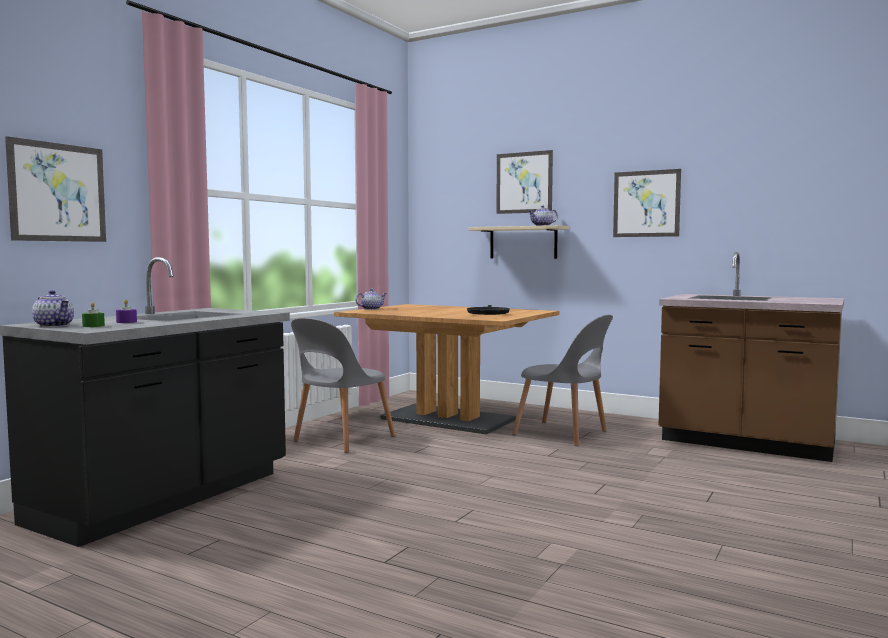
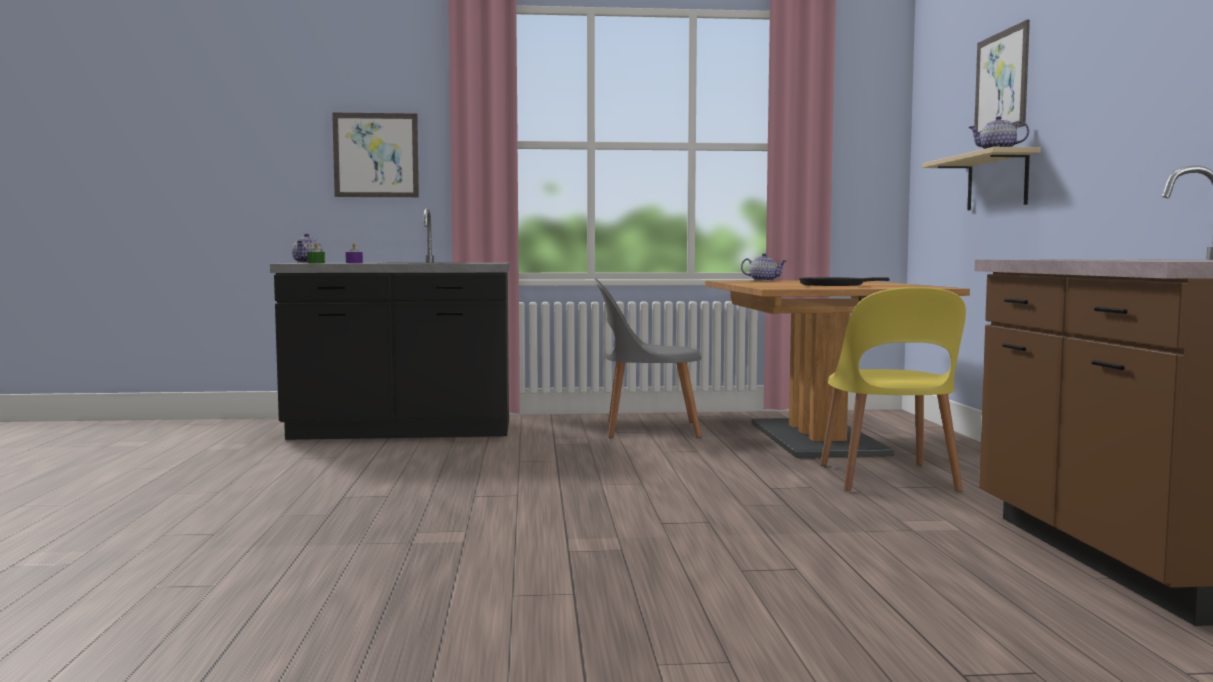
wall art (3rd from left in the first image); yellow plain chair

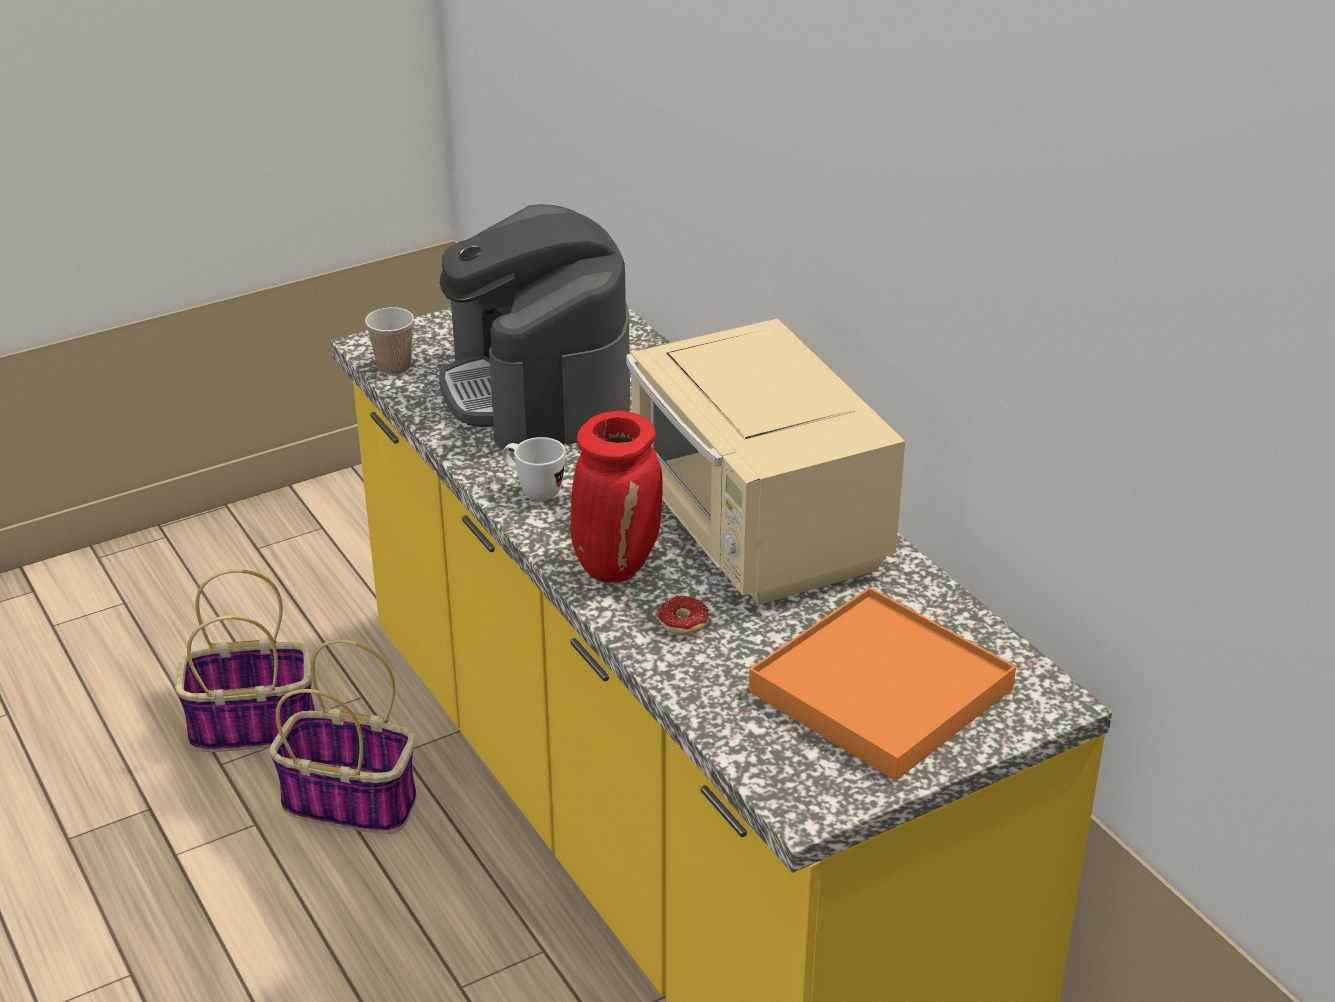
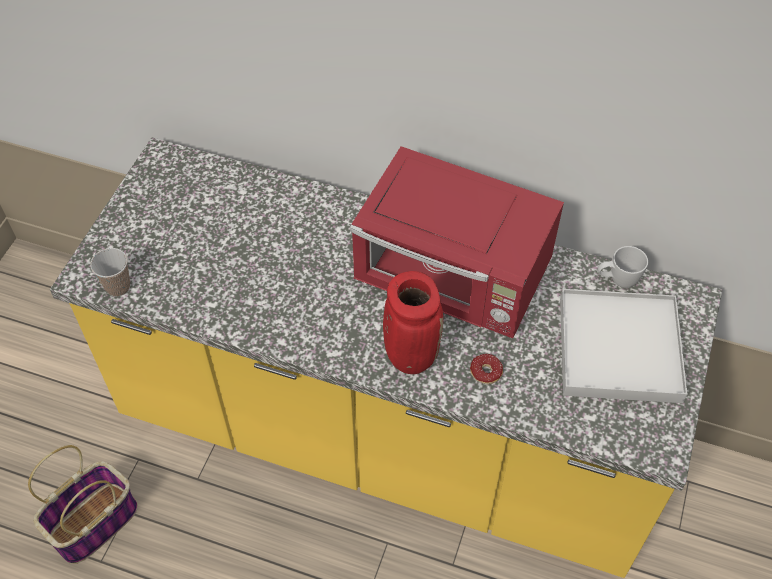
basket (2nd from left in the first image); coffee brewer; white-coloured coffee mug; reddish microwave; white-coloured serving tray

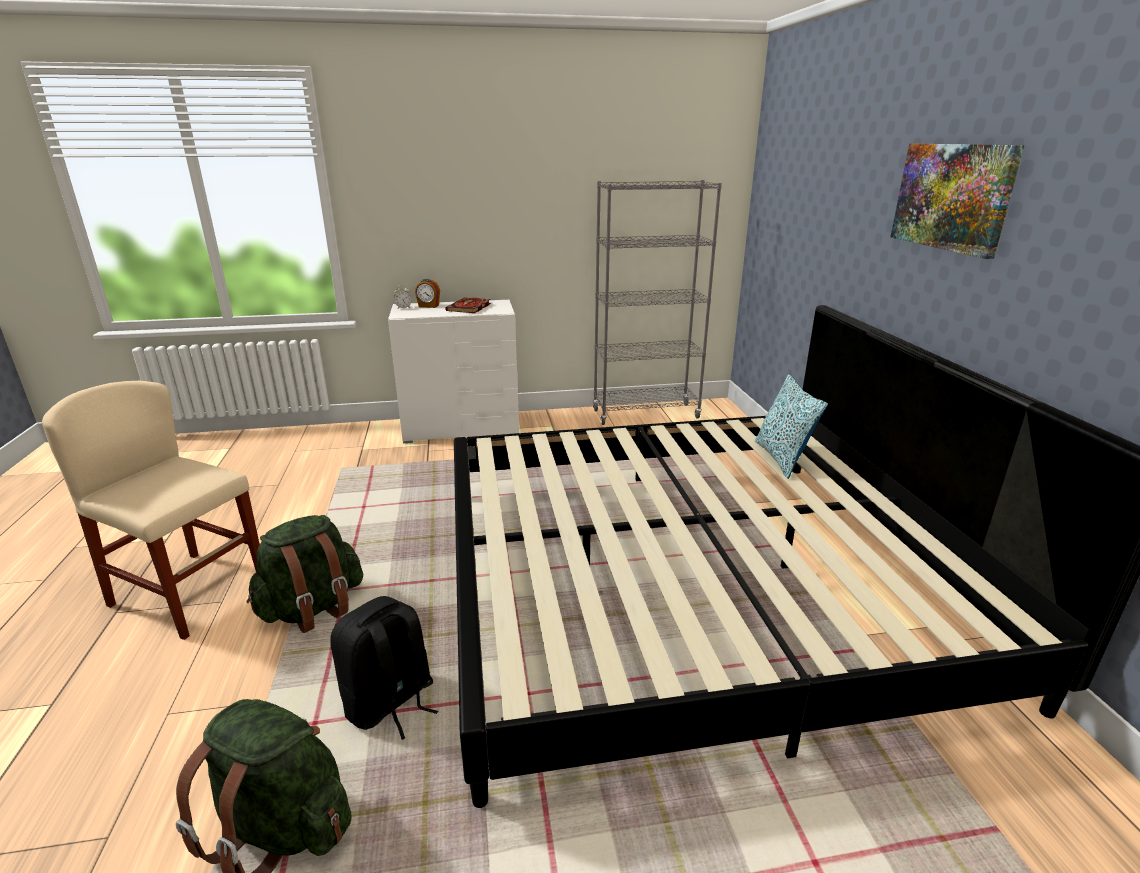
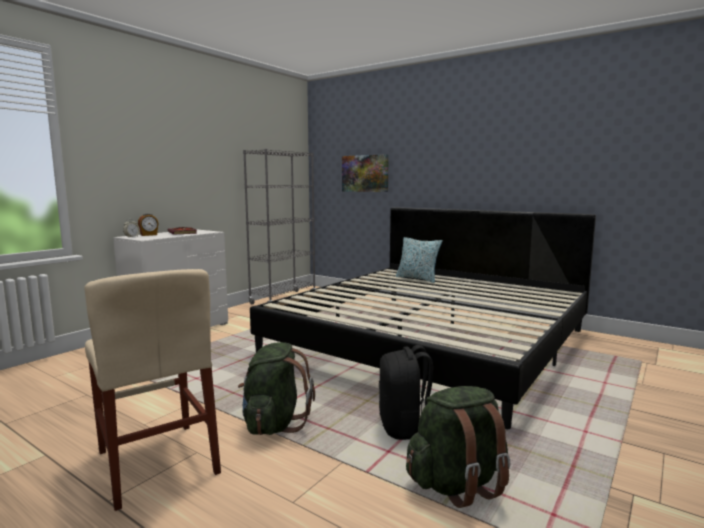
wall art; beige plain chair

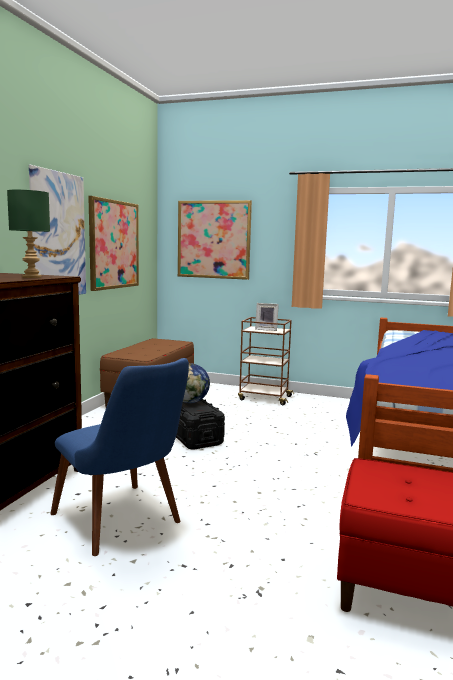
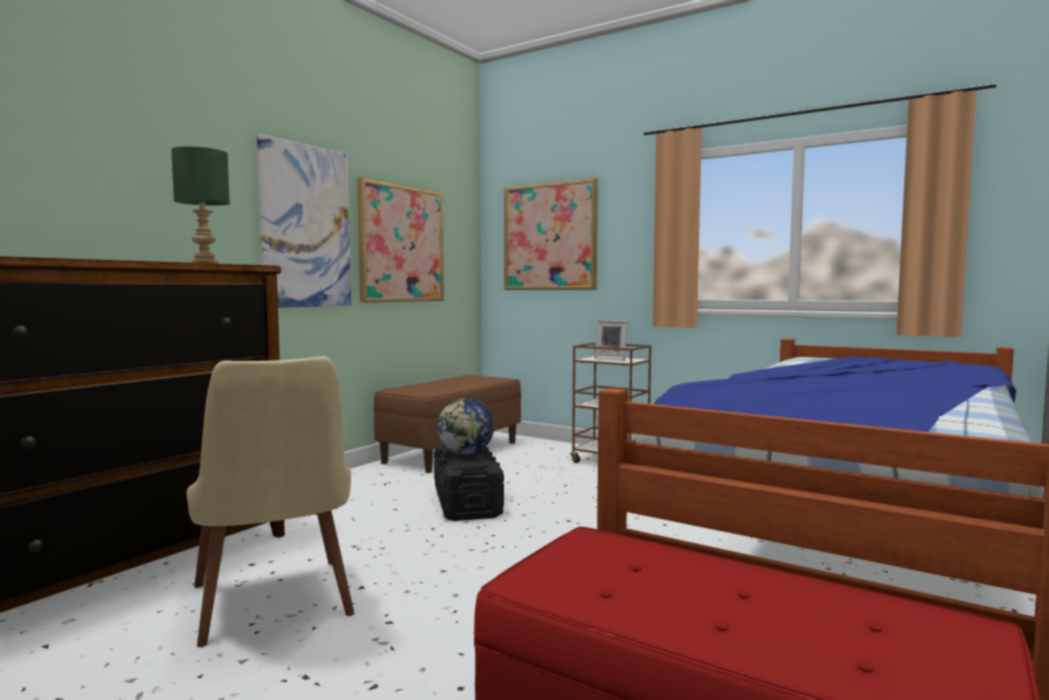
beige plain chair

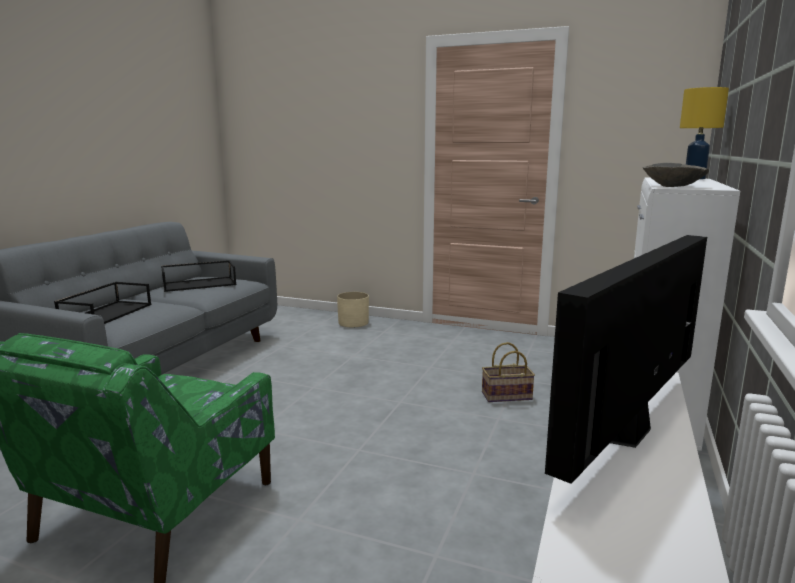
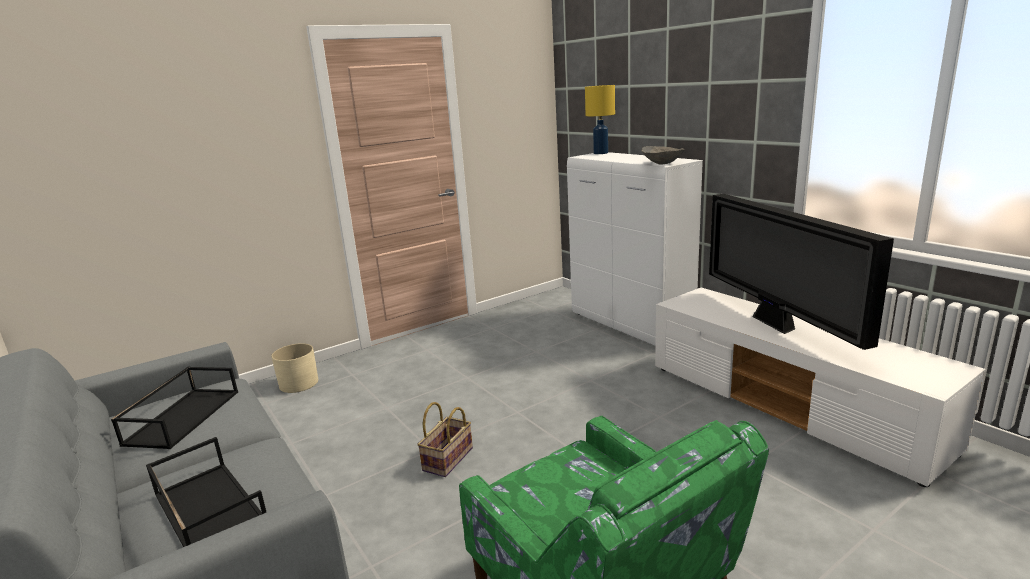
basket

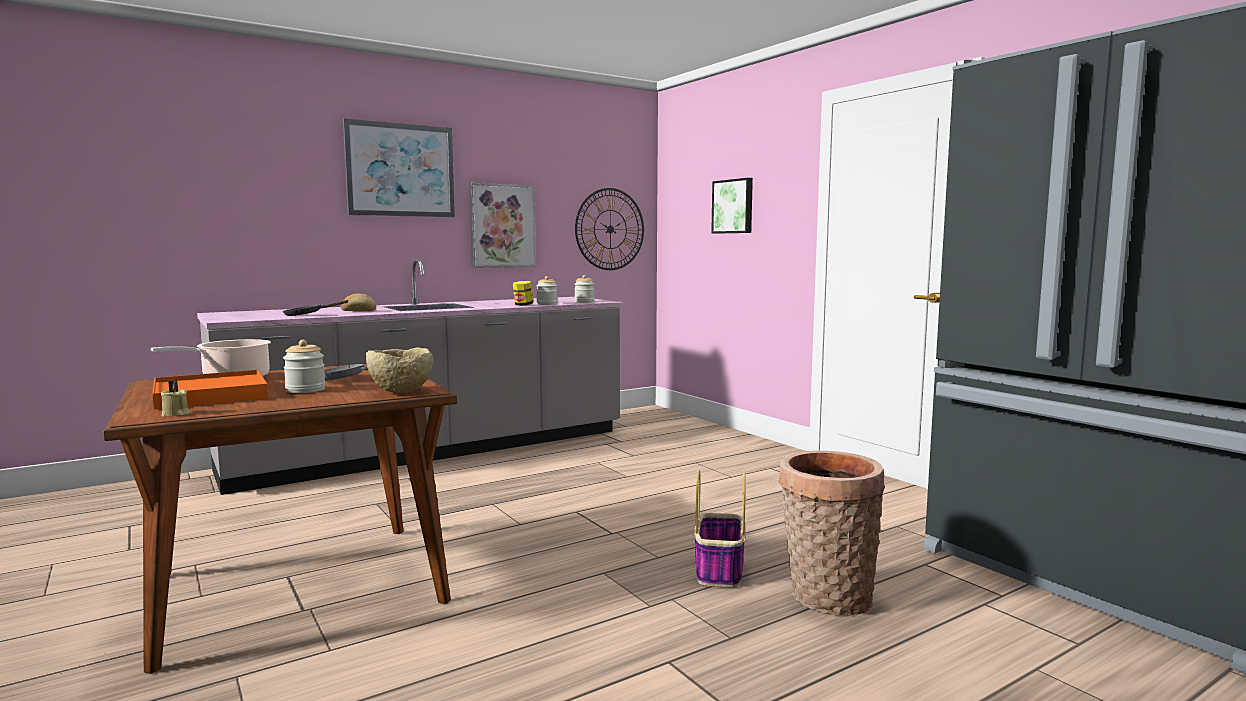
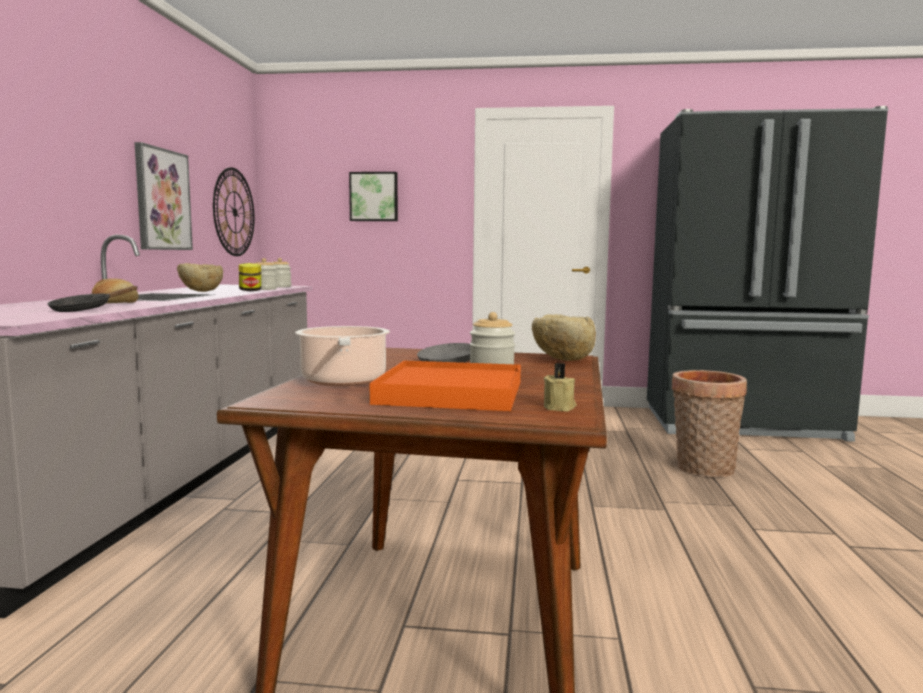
wall art (1st from left in the first image); basket (1st from left in the first image); beige bowl (1st from left)

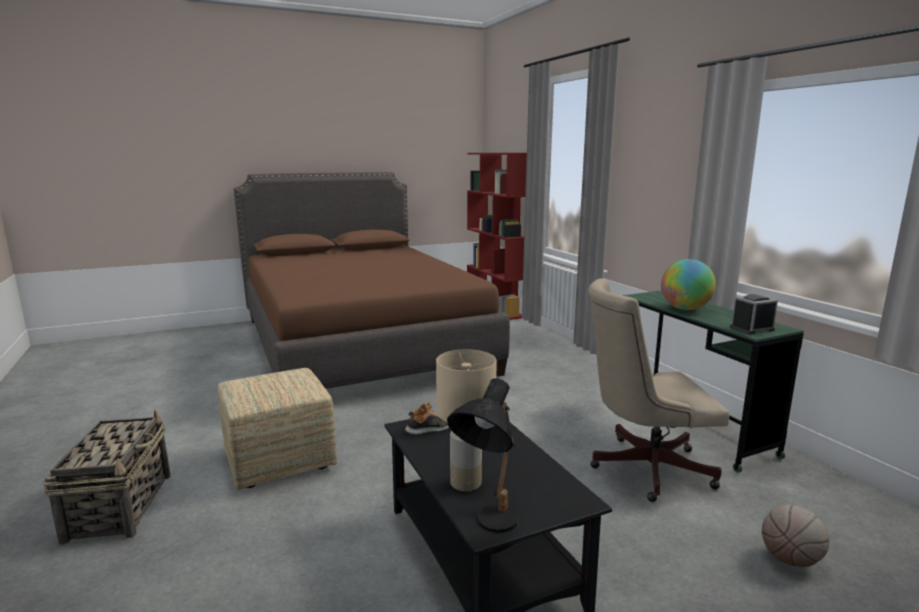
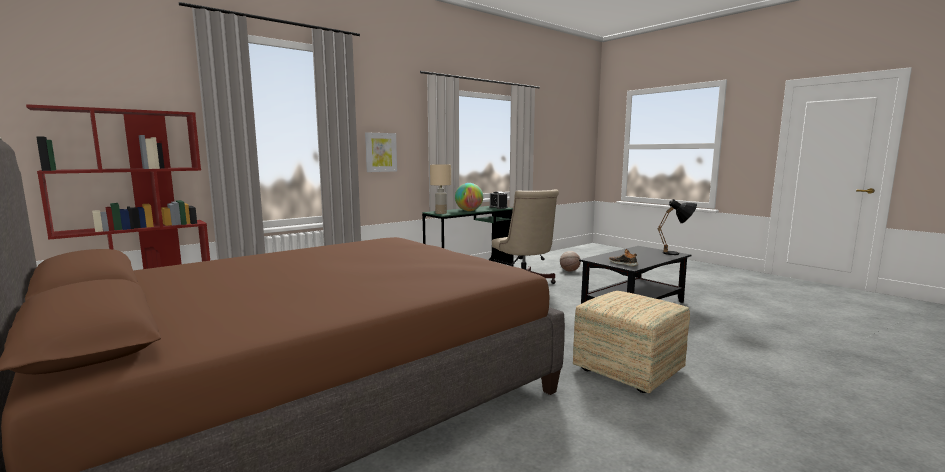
basket; wall art; beige lamp for a table

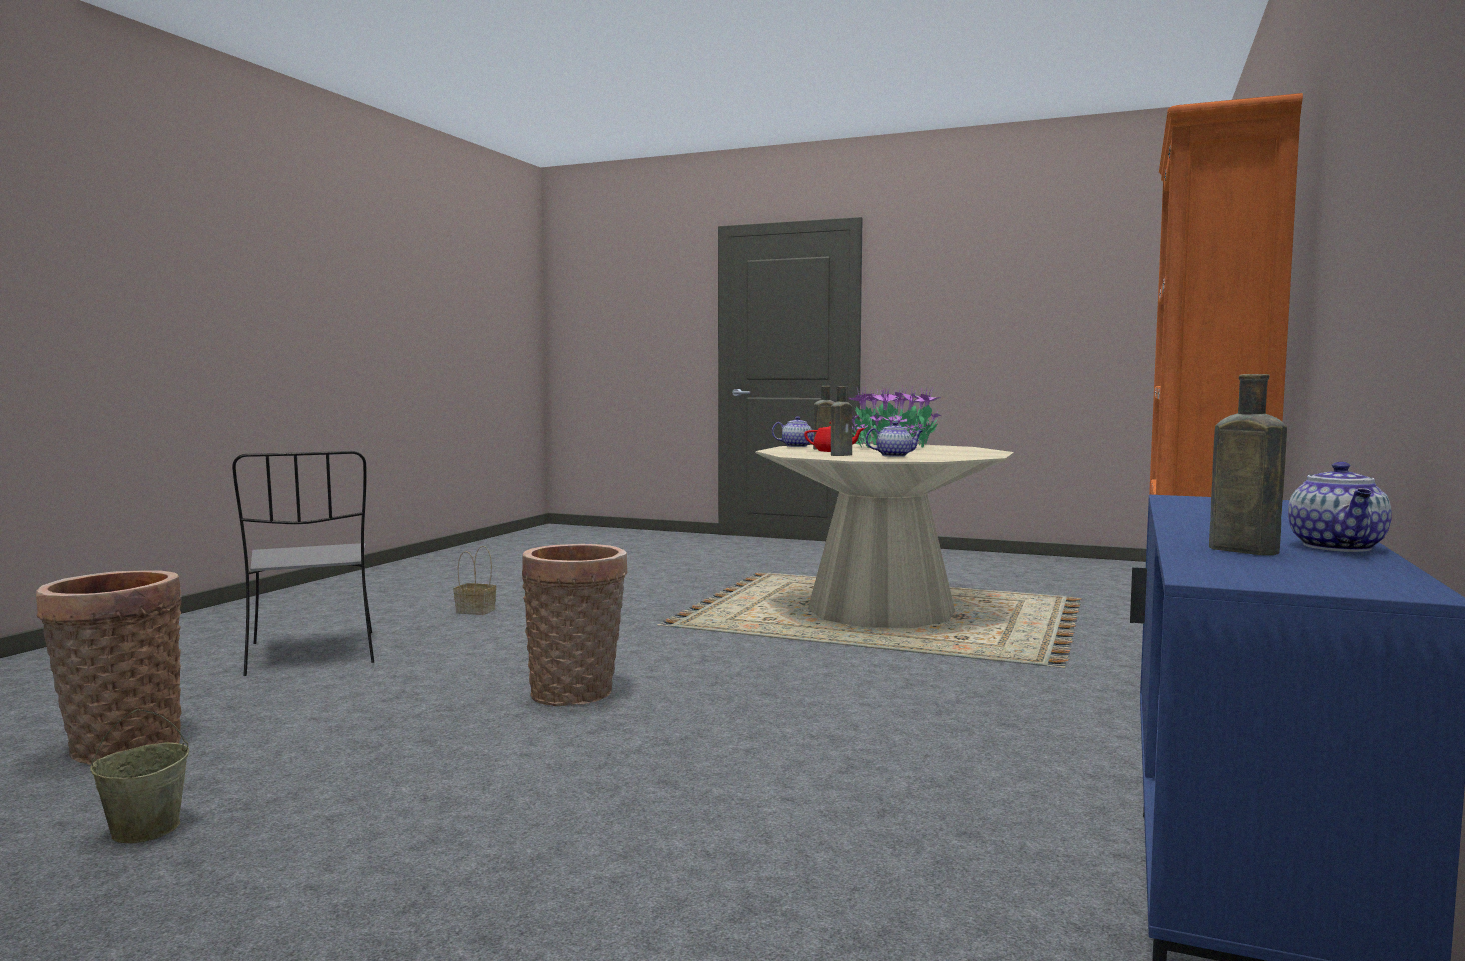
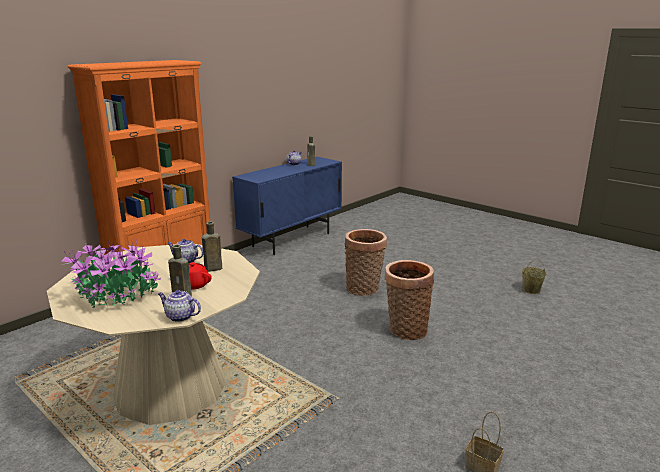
greyish plain chair; basket (1st from left)

